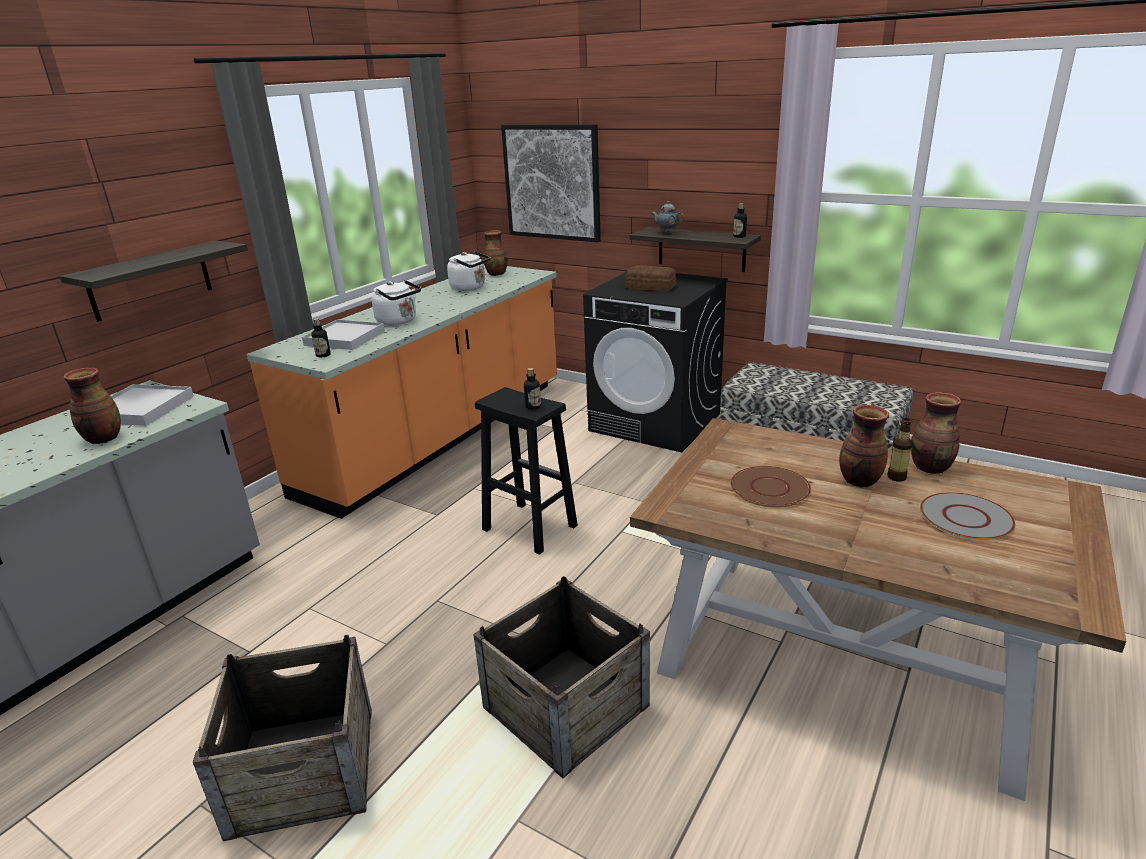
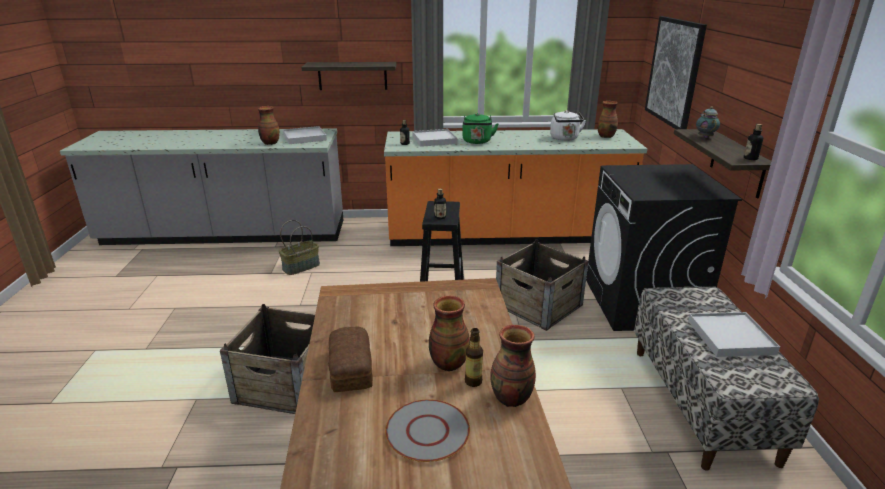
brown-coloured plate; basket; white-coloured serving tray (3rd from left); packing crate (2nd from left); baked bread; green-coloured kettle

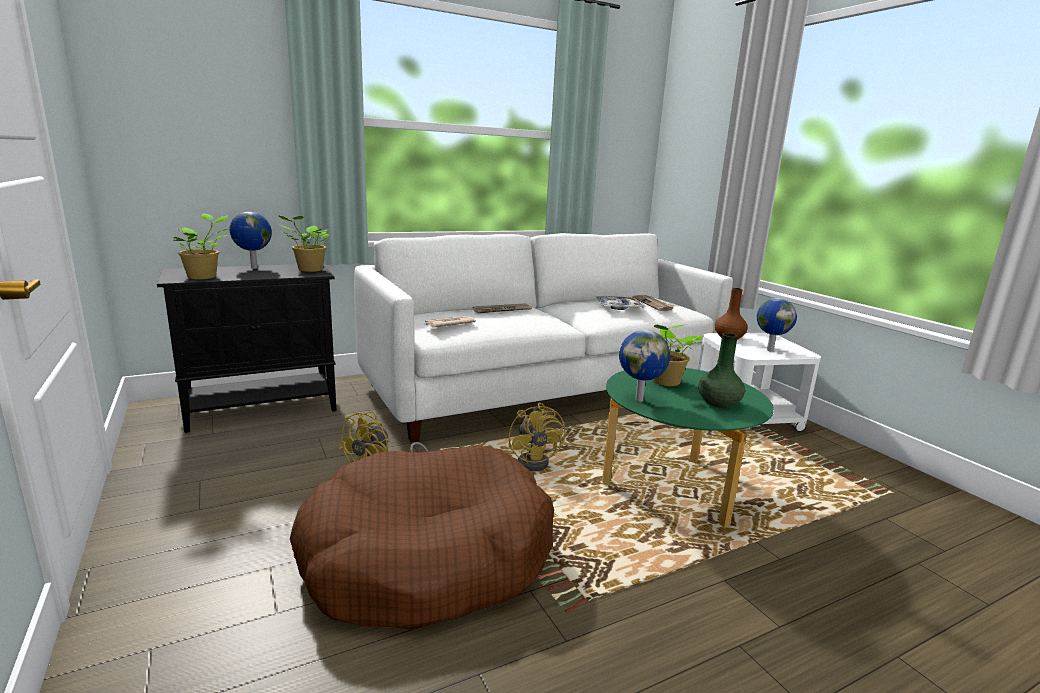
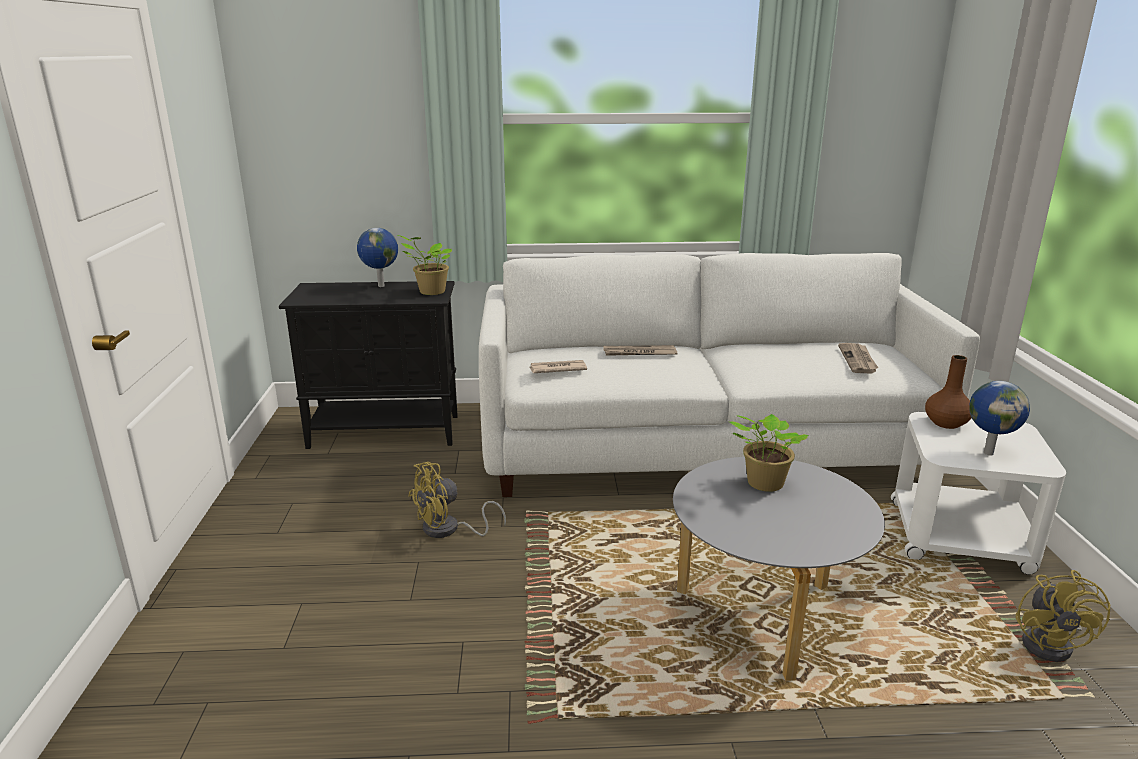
houseplant (1st from left in the first image); brown-coloured dog bed; serving tray; globe (2nd from left in the first image); green-coloured vase; yellow electric fan (2nd from left); greyish lounge table

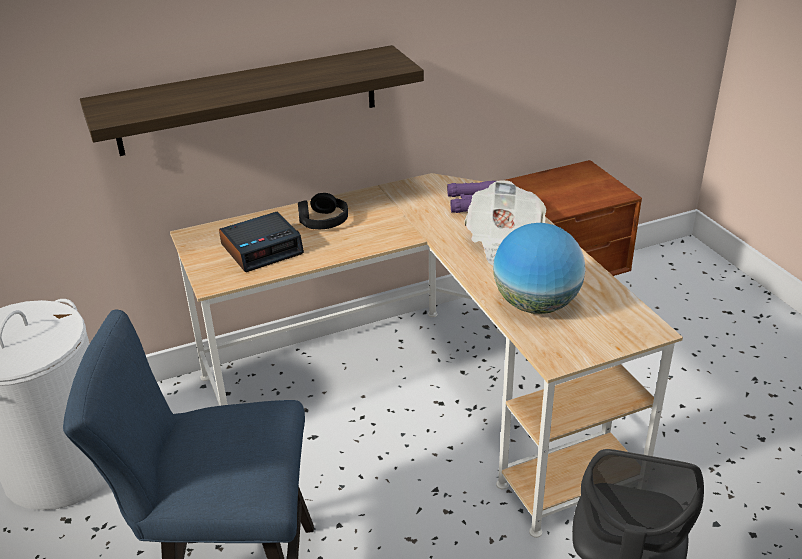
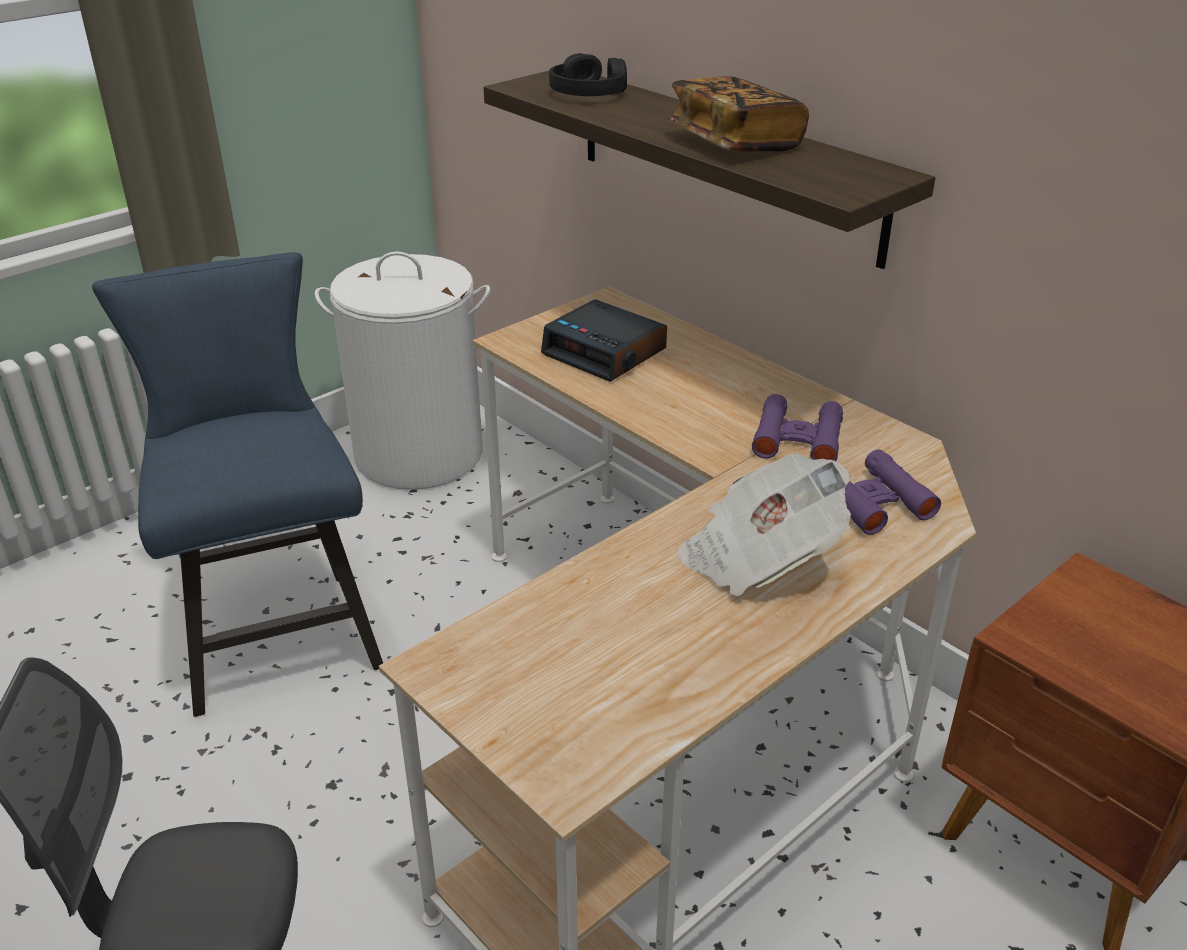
globe; book; purple field glasses (1st from left); blackish headset

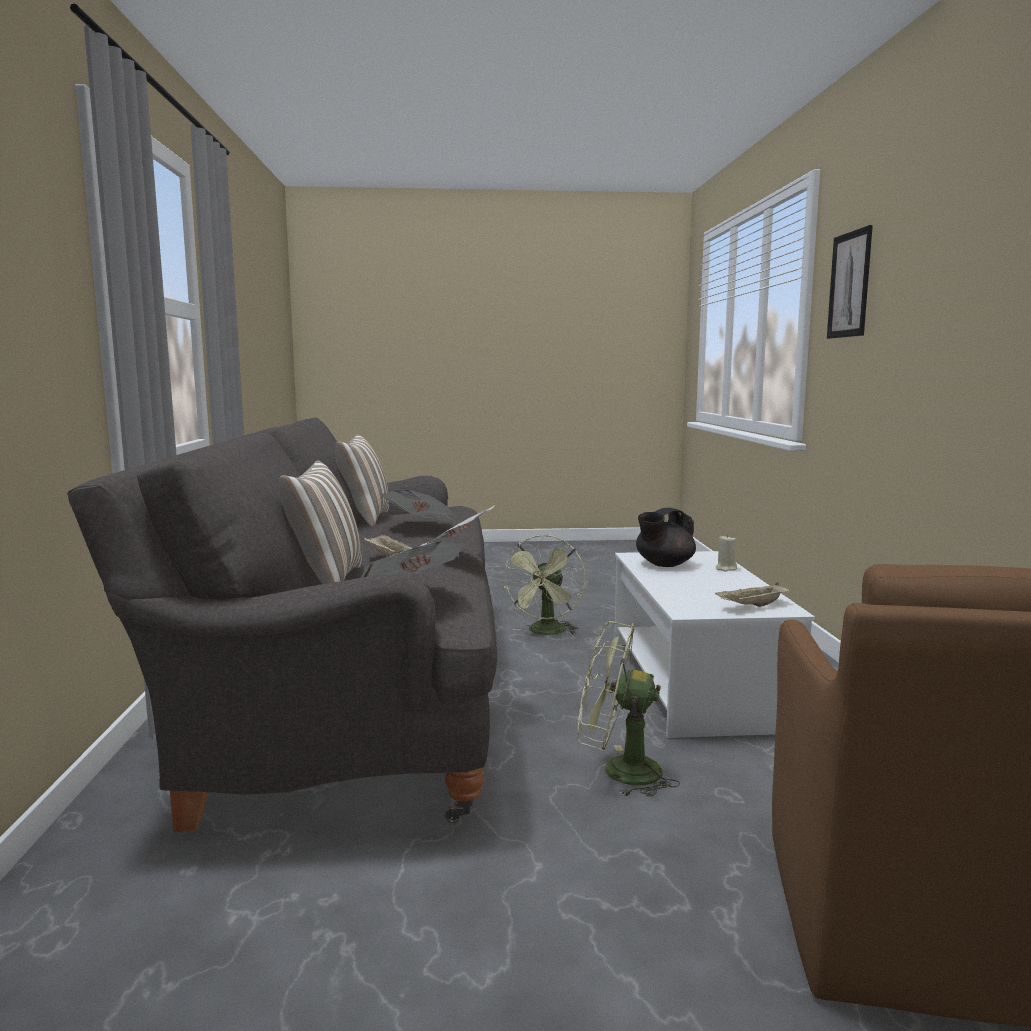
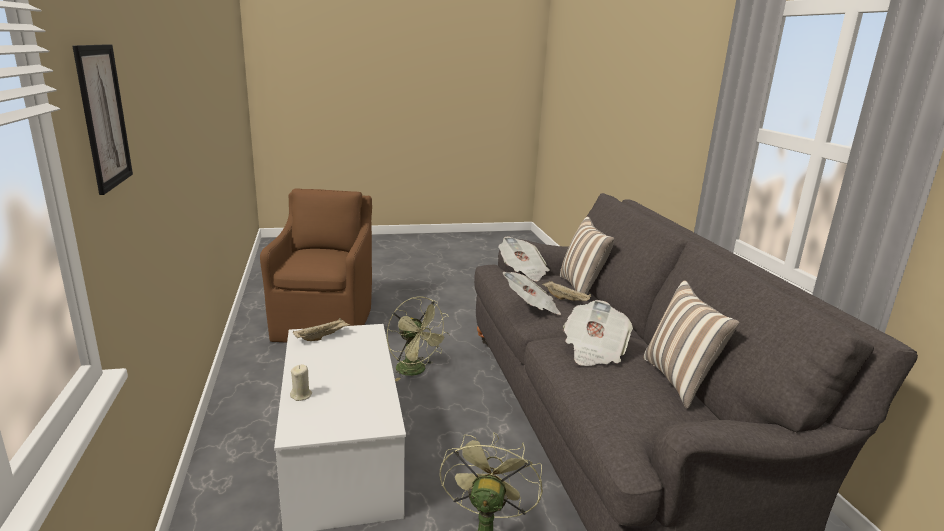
blackish teapot; green-coloured electric fan (1st from left)

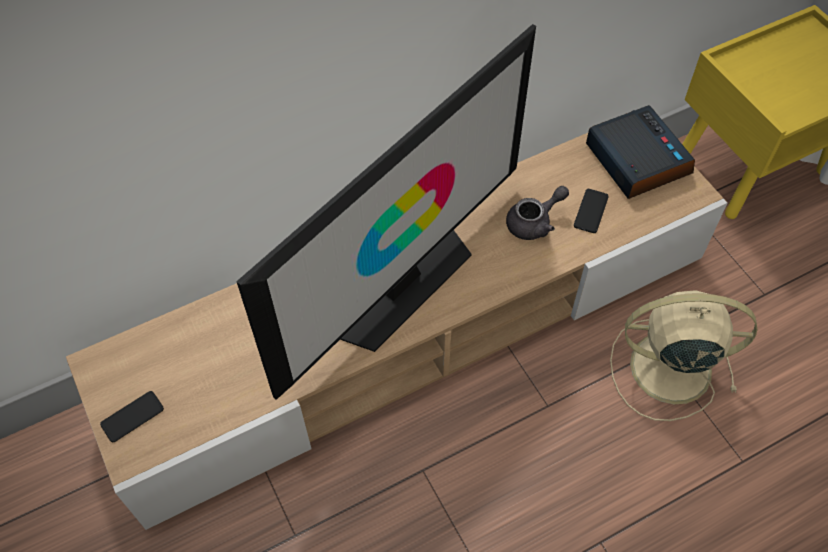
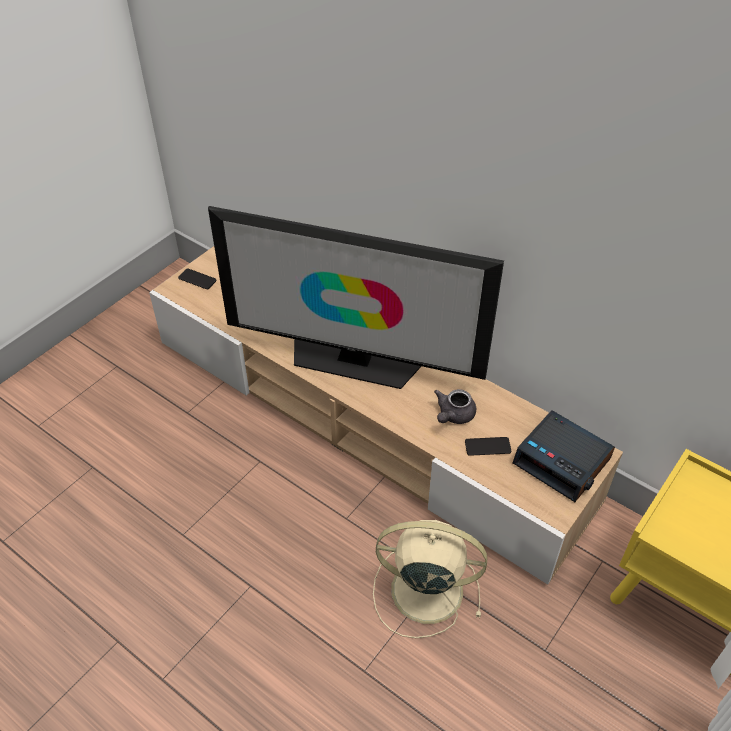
greyish teapot; alarm clock; beige electric fan

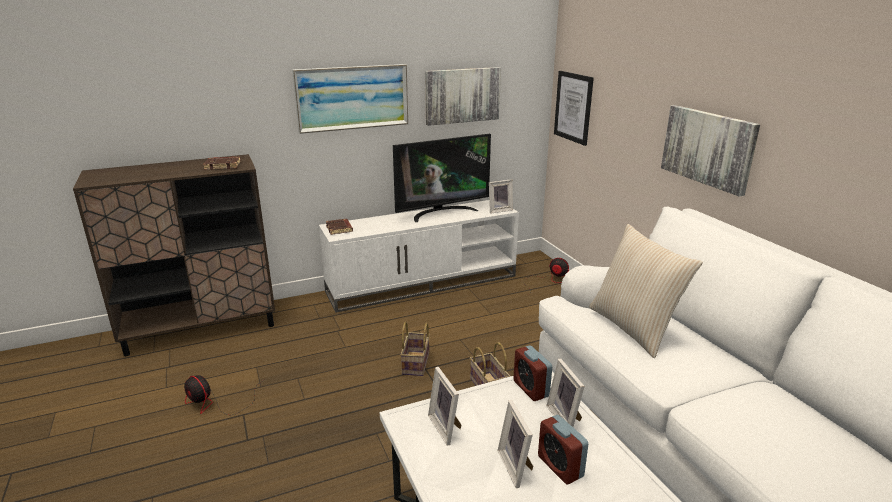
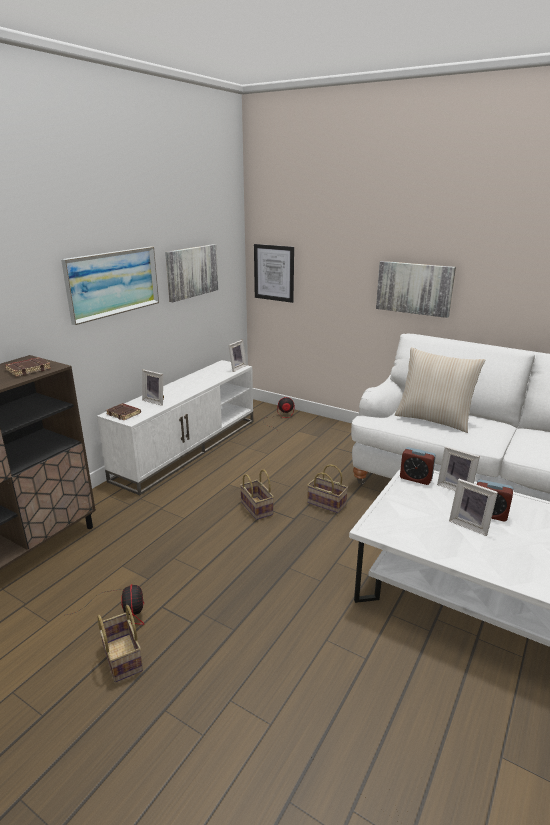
TV set; basket (1st from left); photo frame (1st from left); electric fan (1st from left)

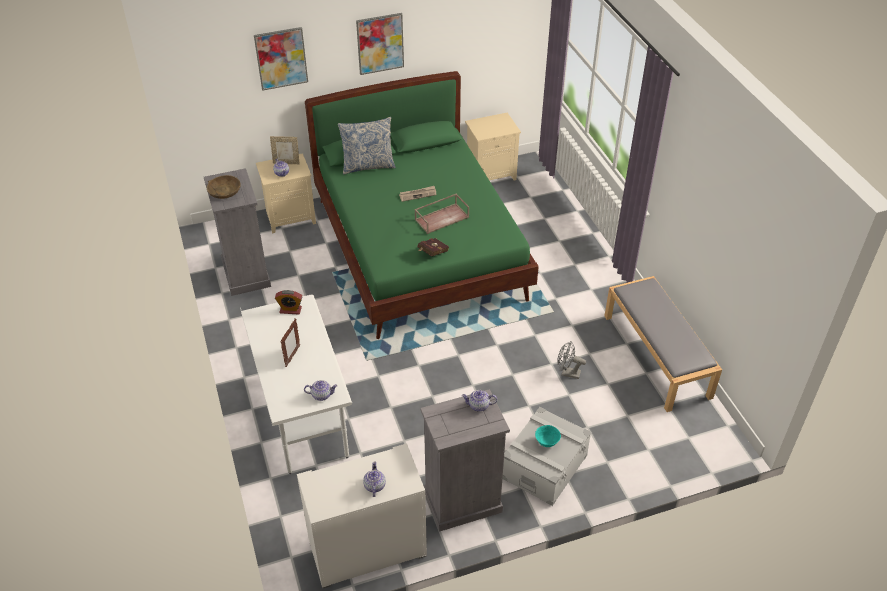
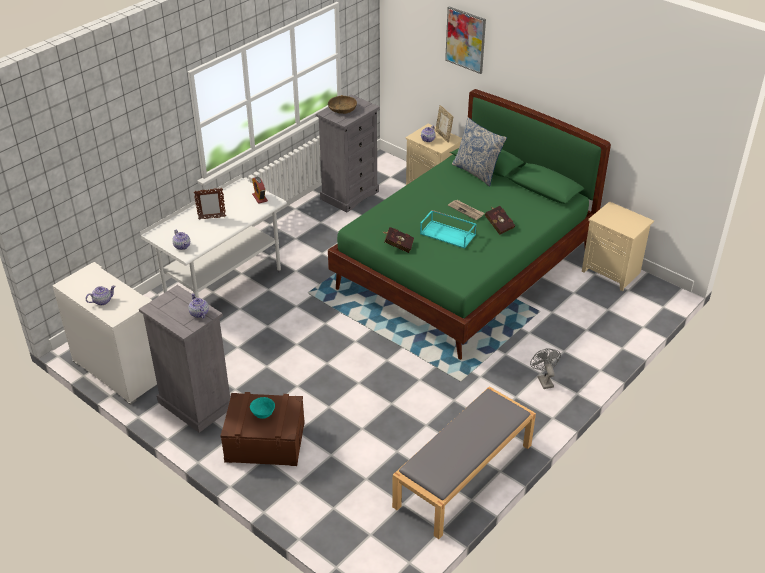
wall art (2nd from left in the first image); reddish book (2nd from left); greyish electric fan; turquoise-coloured serving tray; brown-coloured storage container

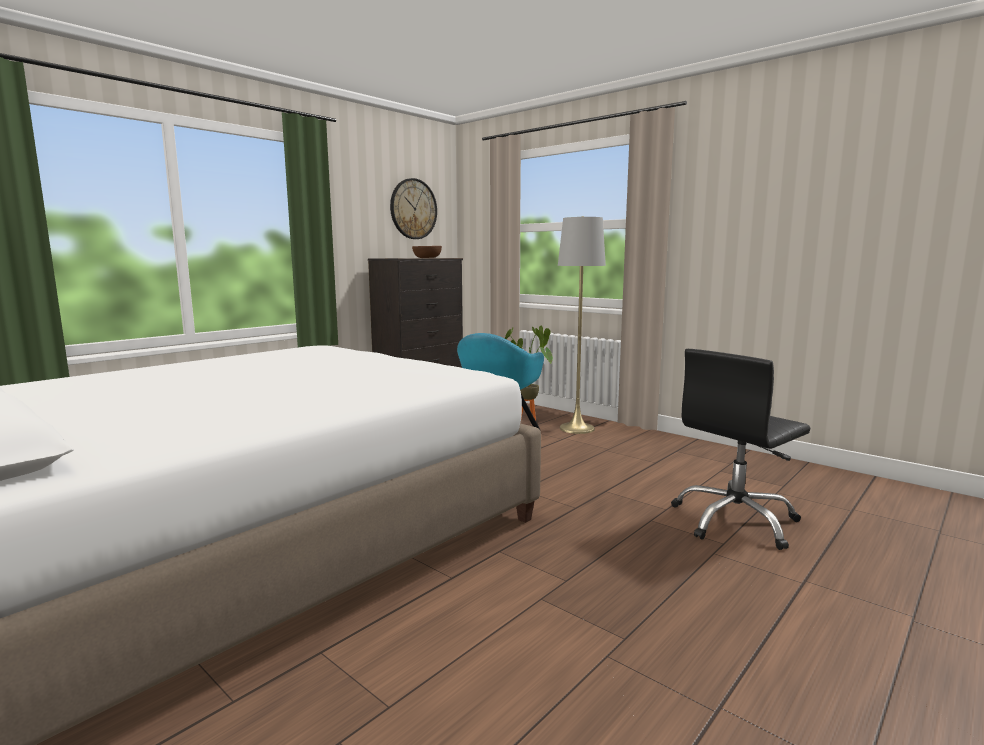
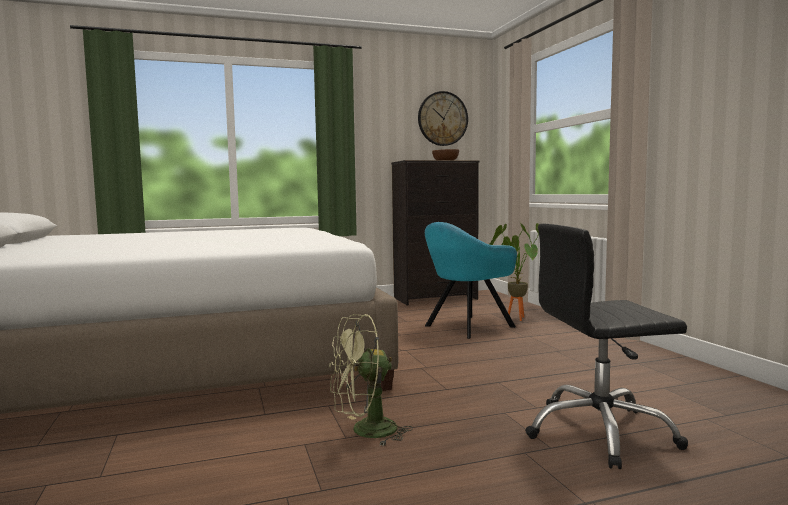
greyish floor lamp; green-coloured electric fan

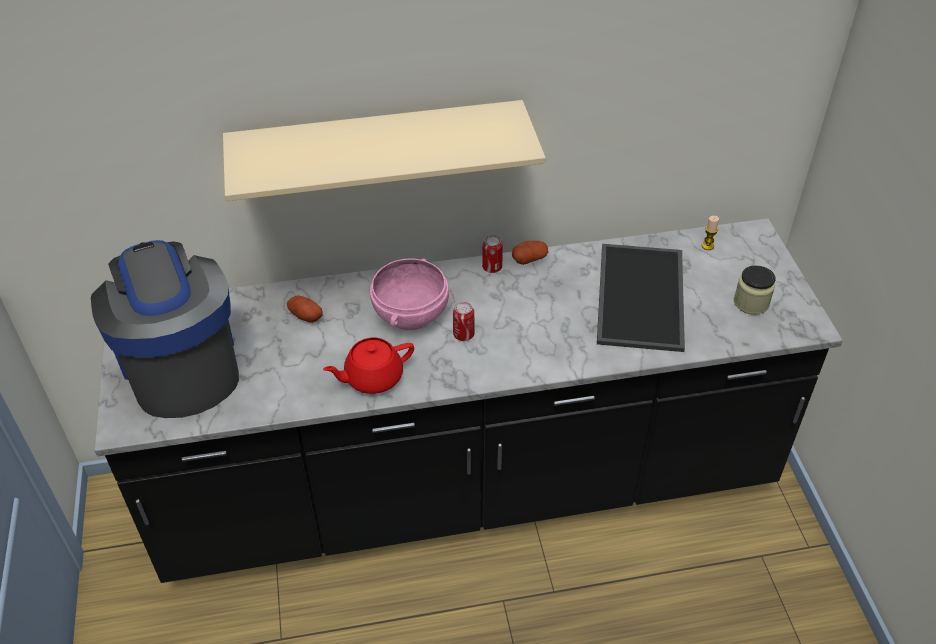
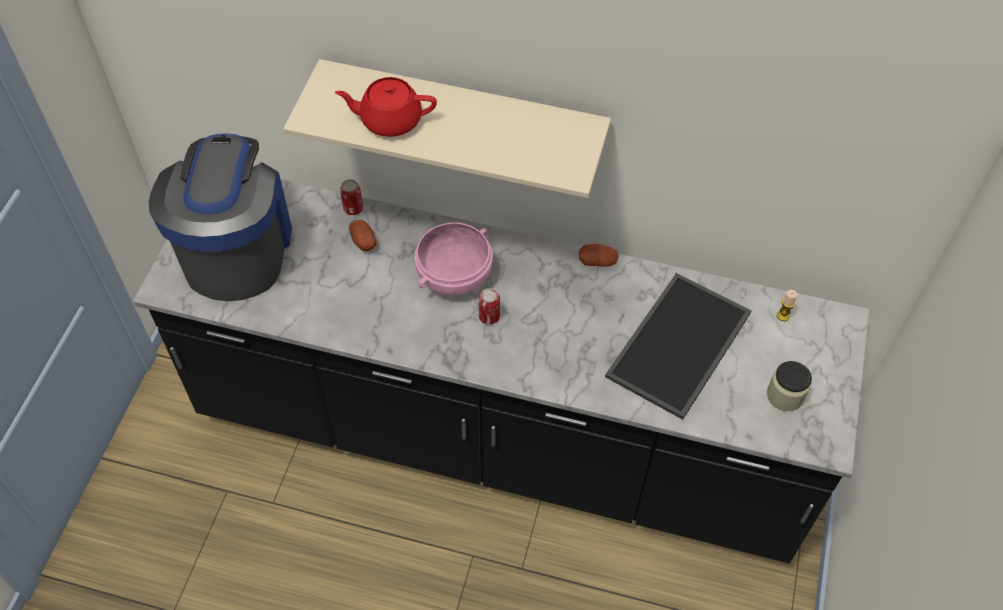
reddish teapot; sealed can (1st from left)

